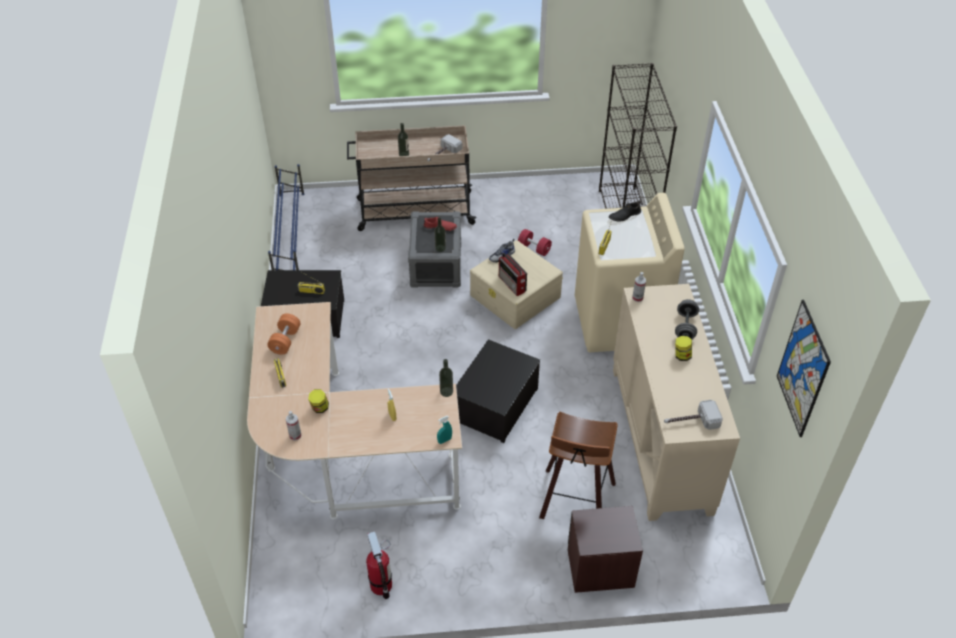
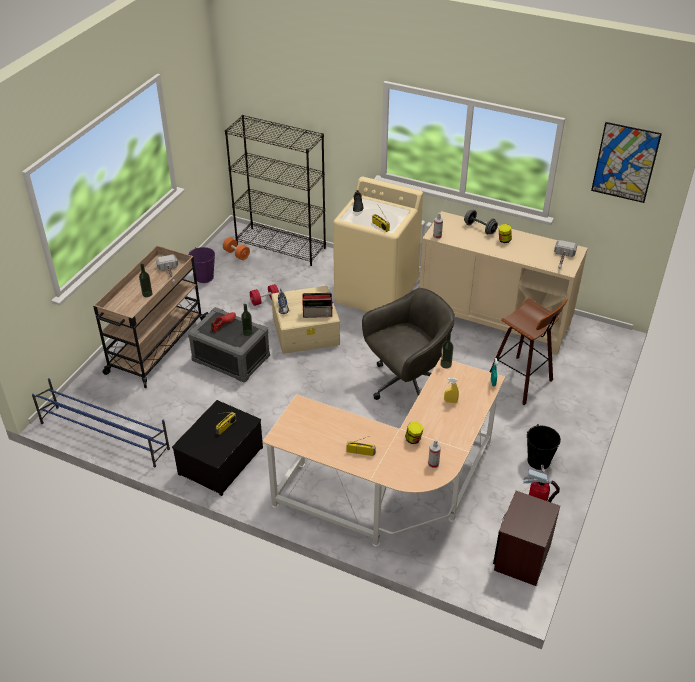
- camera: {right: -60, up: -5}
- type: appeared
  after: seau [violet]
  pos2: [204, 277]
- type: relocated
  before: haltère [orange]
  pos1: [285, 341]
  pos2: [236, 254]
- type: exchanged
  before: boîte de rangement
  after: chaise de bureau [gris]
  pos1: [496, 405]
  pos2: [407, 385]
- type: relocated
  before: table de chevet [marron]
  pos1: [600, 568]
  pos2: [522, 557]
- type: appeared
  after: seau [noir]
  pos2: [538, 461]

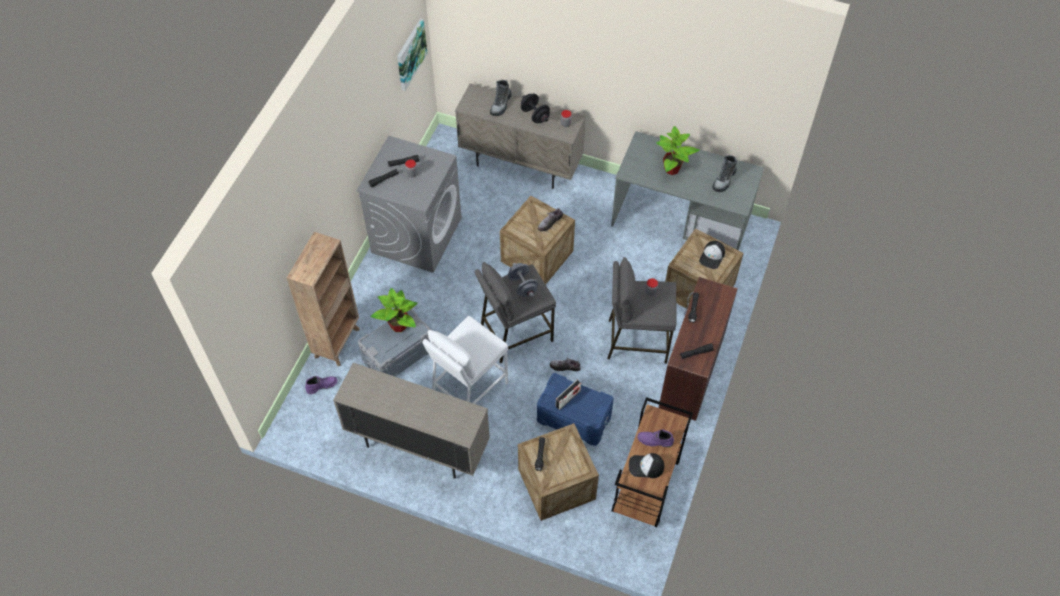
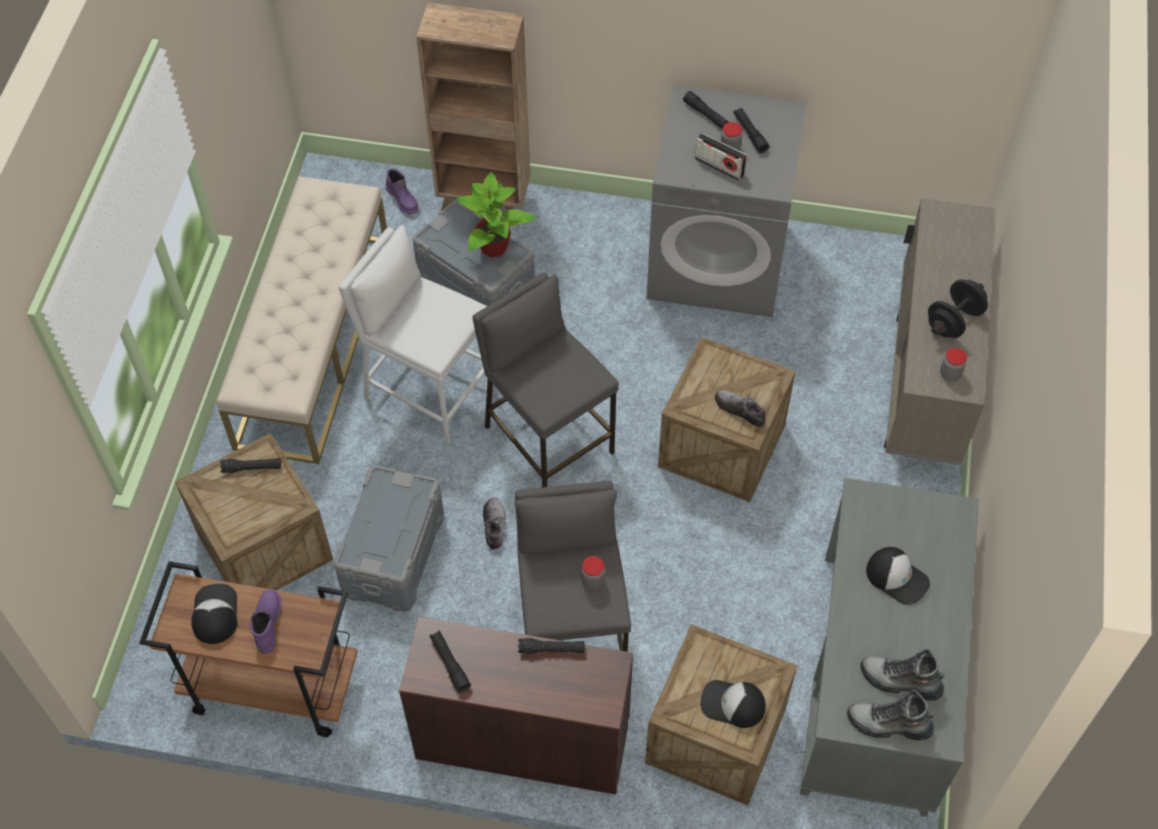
- camera: {right: 80, up: 0}
- type: exchanged
  before: meuble de rangement [beige]
  after: banc [beige]
  pos1: [418, 446]
  pos2: [314, 341]
- type: colour
  before: boîte de rangement [bleu]
  after: boîte de rangement [gris]
  pos1: [573, 418]
  pos2: [392, 554]
- type: relocated
  before: radio
  pos1: [568, 398]
  pos2: [719, 166]
- type: relocated
  before: botte
  pos1: [501, 104]
  pos2: [888, 724]
- type: exchanged
  before: plante en pot
  after: casquette
  pos1: [672, 169]
  pos2: [897, 577]
- type: missing
  before: tableau
  pos1: [410, 54]
- type: missing
  before: haltère [gris]
  pos1: [523, 286]

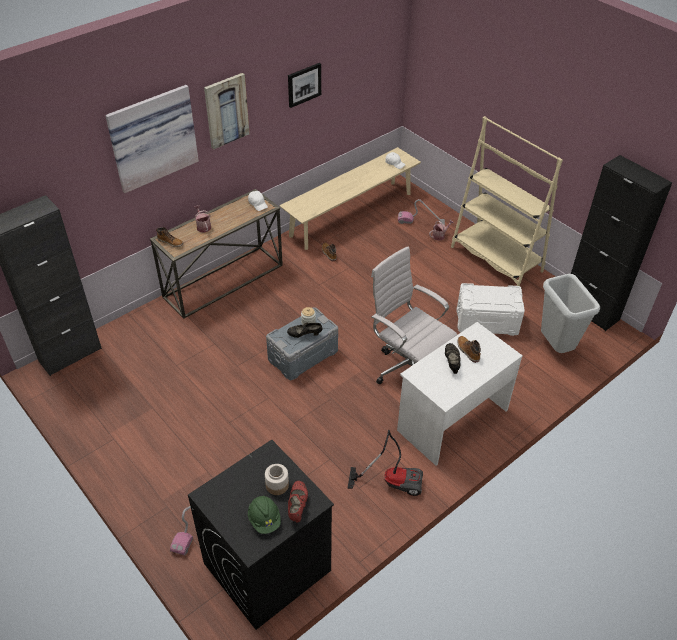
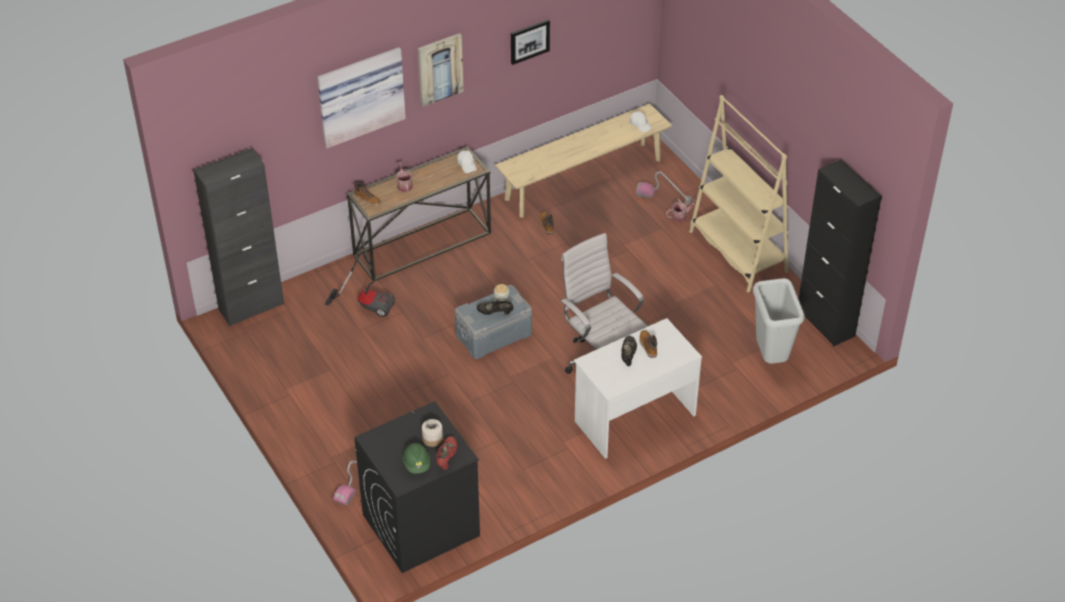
- camera: {right: 10, up: 0}
- type: relocated
  before: aspirateur
  pos1: [392, 481]
  pos2: [367, 303]
- type: missing
  before: boîte de rangement [blanc]
  pos1: [487, 322]

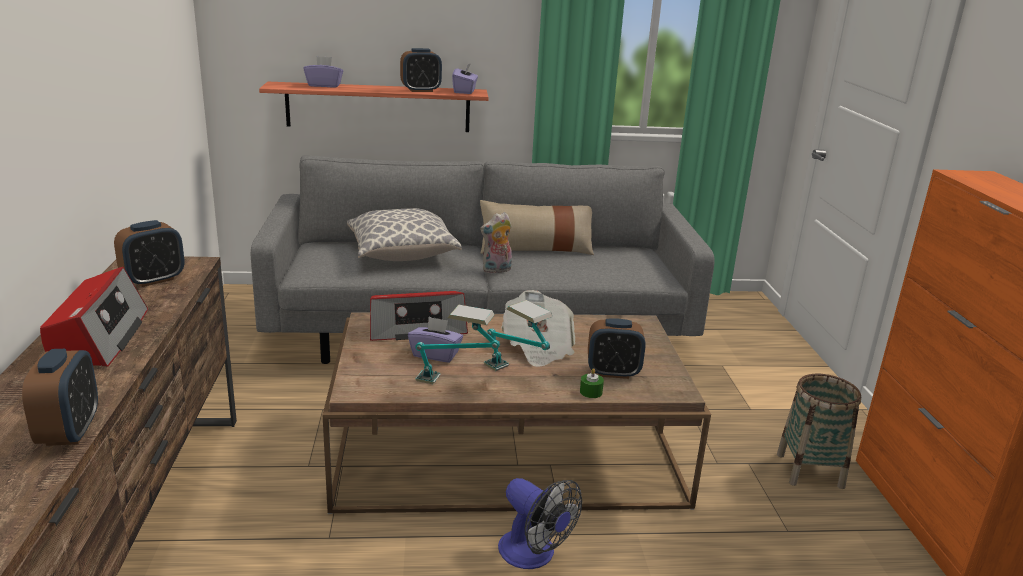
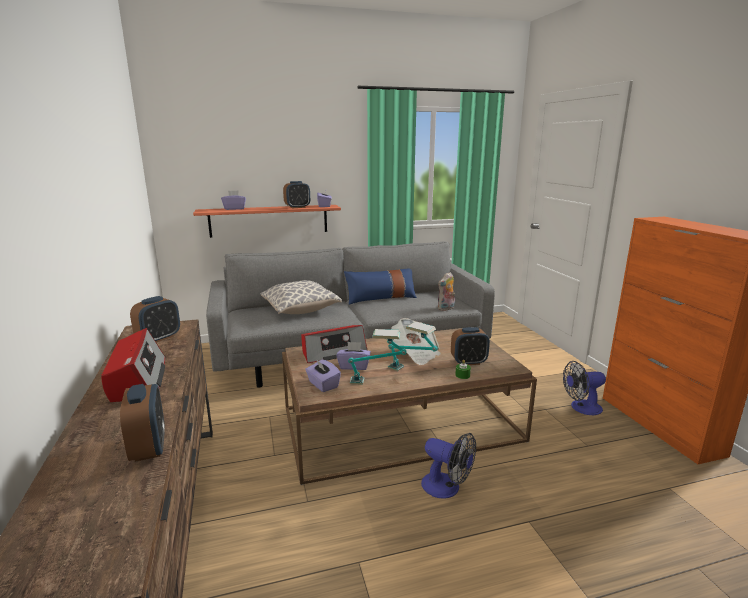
- camera: {right: -10, up: -5}
- type: appeared
  after: boîte à mouchoirs [violet]
  pos2: [323, 385]
- type: colour
  before: coussin [beige]
  after: coussin [bleu]
  pos1: [536, 250]
  pos2: [381, 298]
- type: relocated
  before: peluche
  pos1: [496, 270]
  pos2: [446, 309]
- type: exchanged
  before: panier
  after: ventilateur
  pos1: [810, 470]
  pos2: [581, 408]

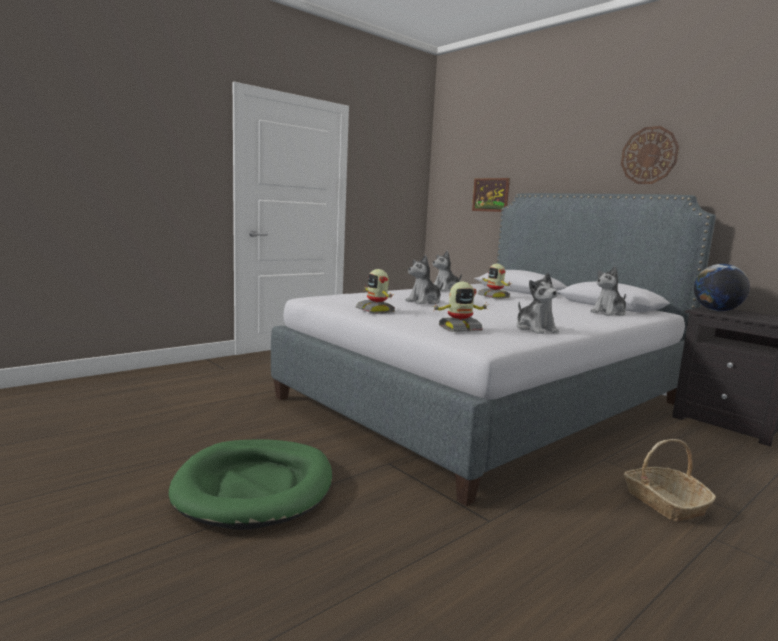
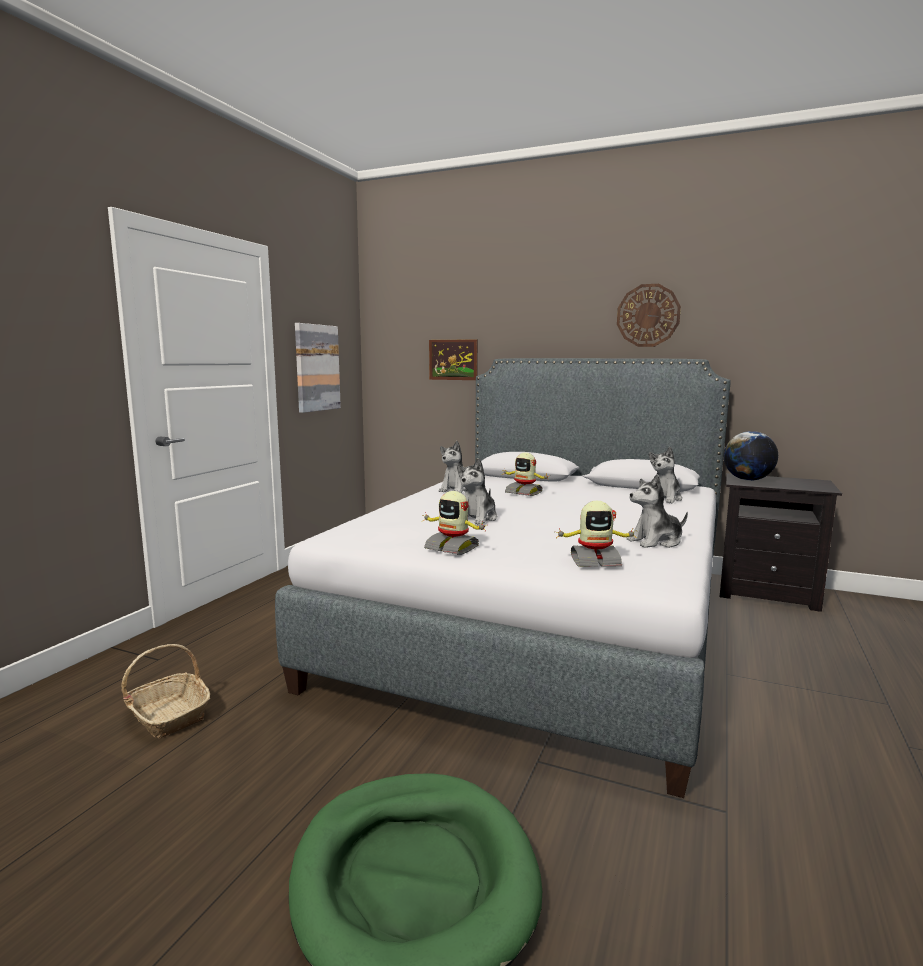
- camera: {right: -25, up: 0}
- type: relocated
  before: panier
  pos1: [664, 502]
  pos2: [168, 715]
- type: appeared
  after: tableau
  pos2: [316, 368]
- type: spun
  before: robot jouet
  pos1: [459, 329]
  pos2: [594, 561]
  turn: 45
- type: spun
  before: peluche
  pos1: [535, 329]
  pos2: [656, 541]
  turn: 120

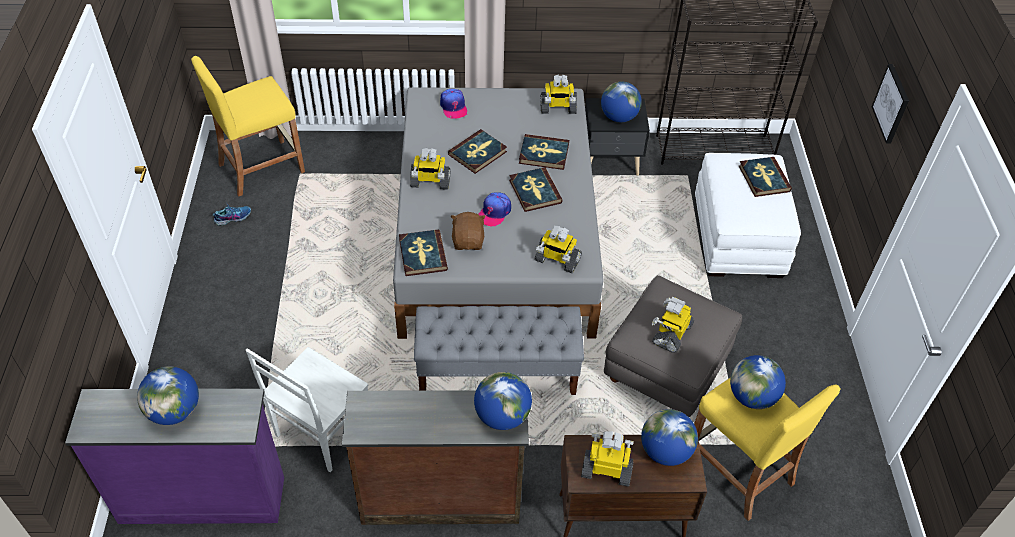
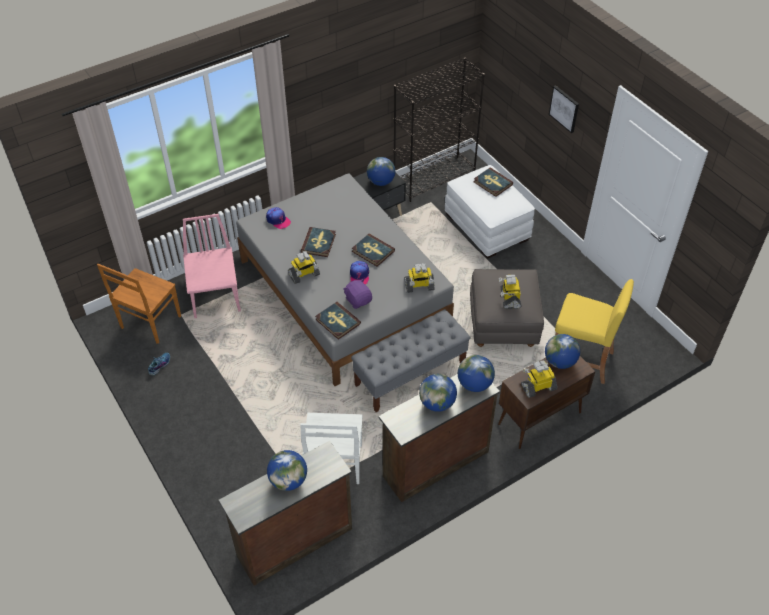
- camera: {right: -30, up: 0}
- type: exchanged
  before: tabouret [jaune]
  after: chaise [marron]
  pos1: [261, 167]
  pos2: [150, 323]
- type: appeared
  after: chaise [rose]
  pos2: [216, 297]
- type: colour
  before: commode [violet]
  after: commode [marron]
  pos1: [202, 497]
  pos2: [293, 541]
- type: colour
  before: peluche [marron]
  after: peluche [violet]
  pos1: [468, 241]
  pos2: [358, 300]
- type: relocated
  before: globe
  pos1: [752, 396]
  pos2: [437, 403]
- type: missing
  before: livre
  pos1: [544, 154]
- type: missing
  before: robot jouet
  pos1: [557, 108]

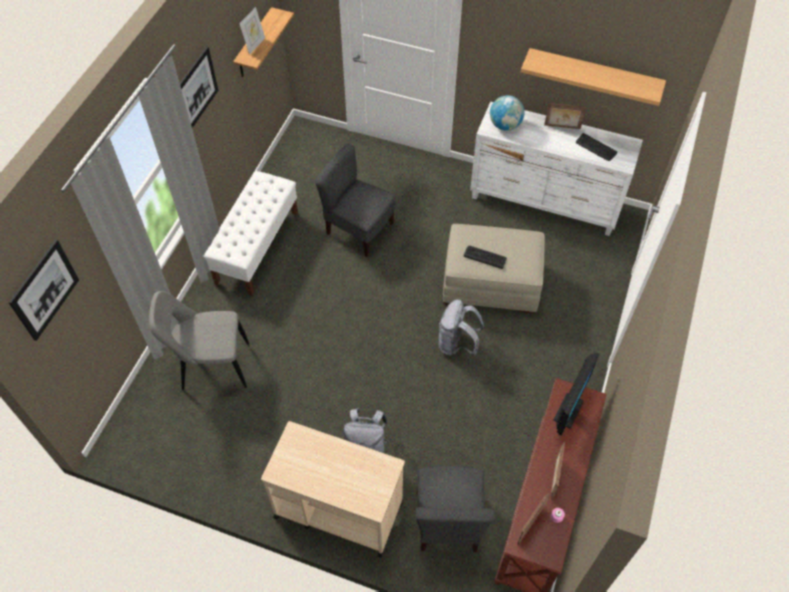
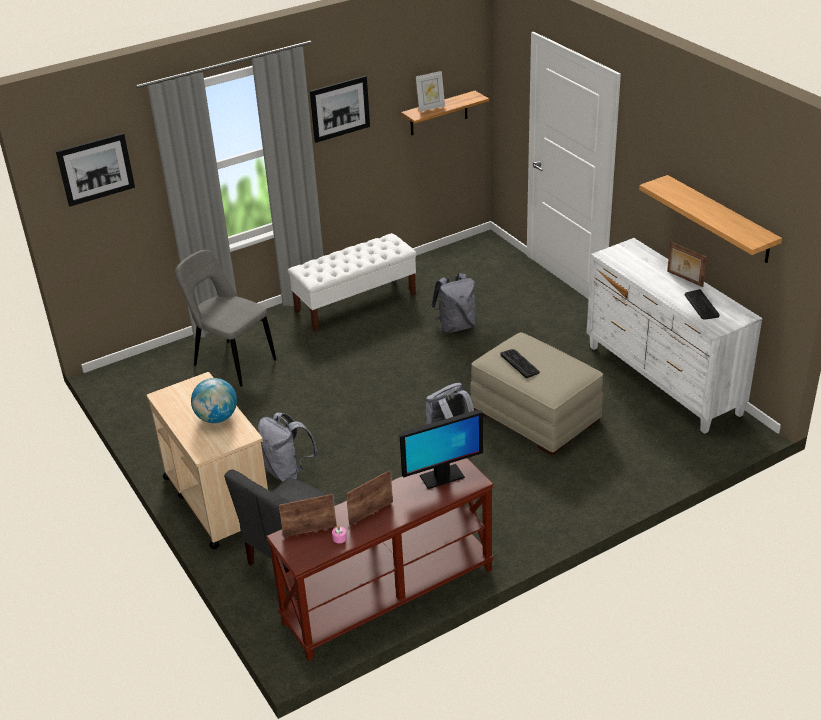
- camera: {right: 40, up: -20}
- type: relocated
  before: globe
  pos1: [505, 125]
  pos2: [217, 418]
- type: exchanged
  before: chaise [gris]
  after: sac à dos [gris]
  pos1: [359, 229]
  pos2: [456, 326]

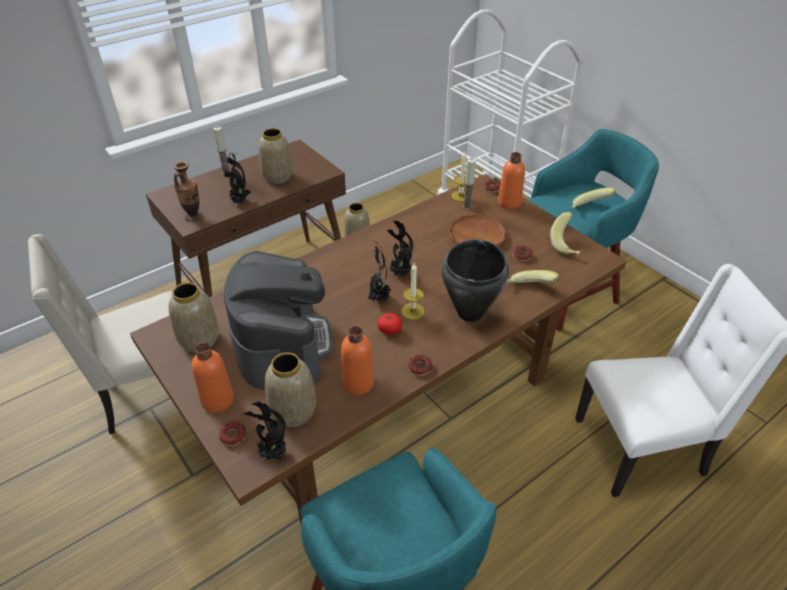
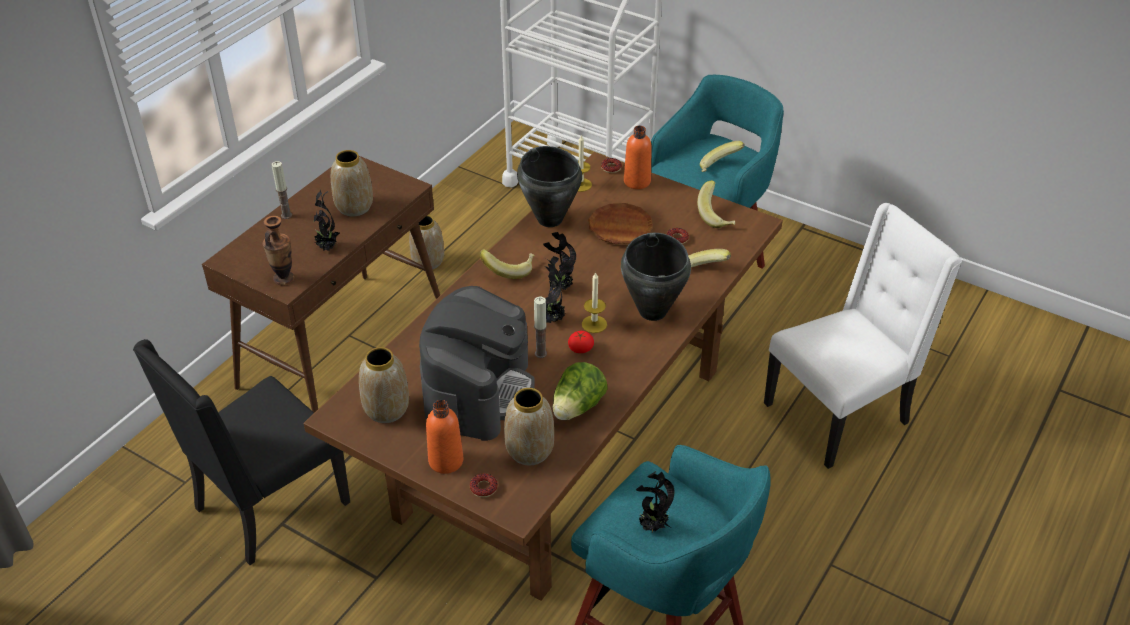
- camera: {right: -20, up: 0}
- type: colour
  before: chaise [beige]
  after: chaise [noir]
  pos1: [149, 392]
  pos2: [268, 507]
- type: spun
  before: machine à café
  pos1: [282, 344]
  pos2: [478, 391]
  turn: 45
- type: appeared
  after: banane
  pos2: [509, 270]
- type: appeared
  after: marmite [noir]
  pos2: [550, 219]
- type: relocated
  before: bougie
  pos1: [467, 206]
  pos2: [540, 353]
- type: exchanged
  before: bouteille [orange]
  after: laitue
  pos1: [358, 383]
  pos2: [577, 407]
- type: relocated
  before: plante en pot
  pos1: [271, 454]
  pos2: [652, 527]
- type: missing
  before: beignet
  pos1: [420, 367]

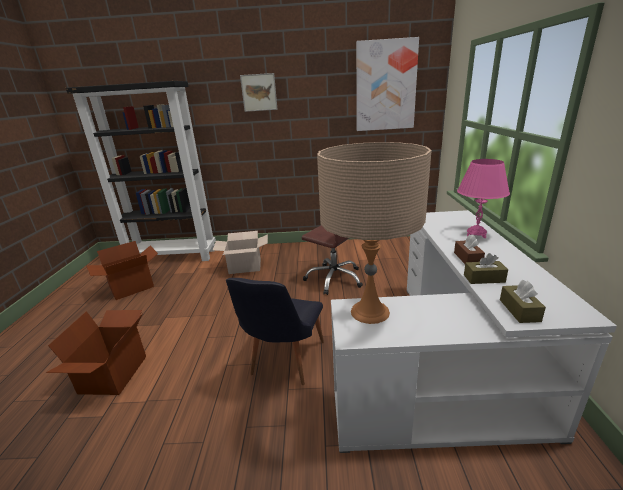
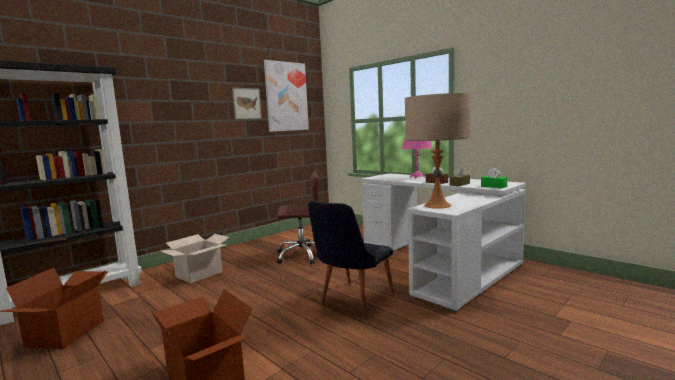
- camera: {right: -45, up: -15}
- type: relocated
  before: tableau
  pos1: [259, 92]
  pos2: [247, 103]
- type: spun
  before: chaise [noir]
  pos1: [283, 363]
  pos2: [352, 301]
  turn: 60
- type: colour
  before: boîte à mouchoirs [marron]
  after: boîte à mouchoirs [vert]
  pos1: [519, 310]
  pos2: [493, 186]

